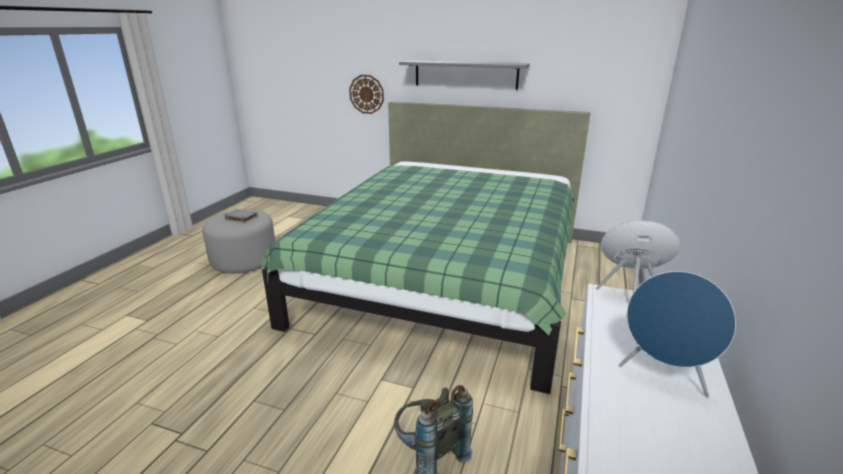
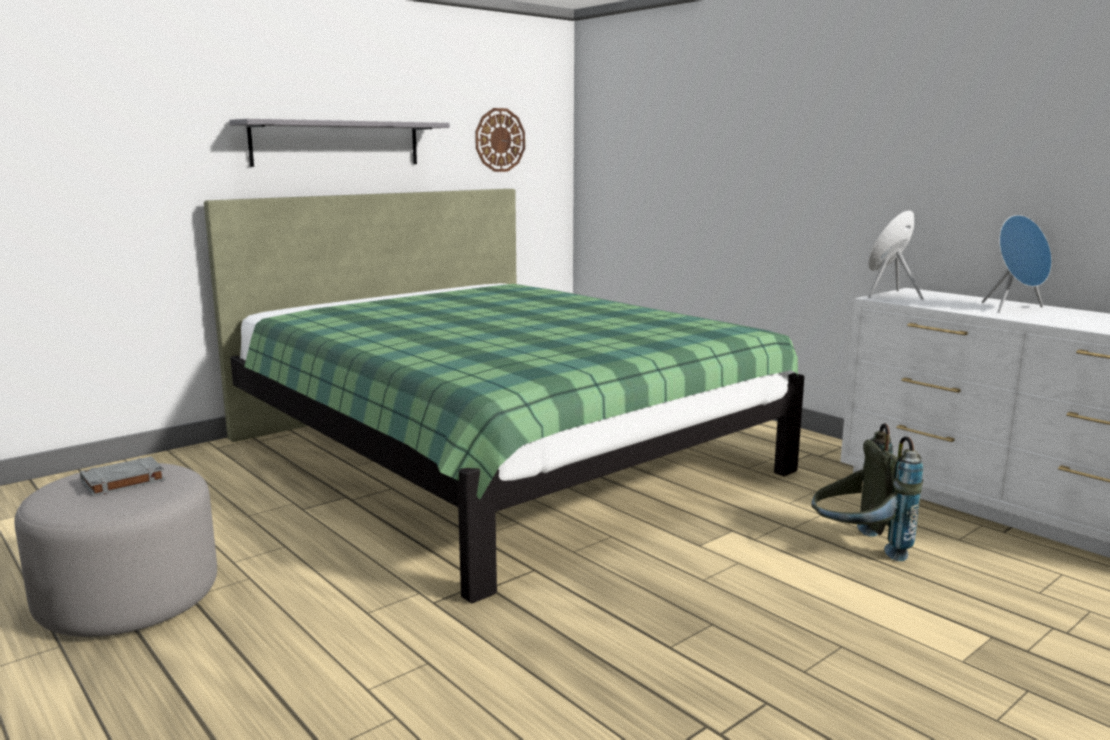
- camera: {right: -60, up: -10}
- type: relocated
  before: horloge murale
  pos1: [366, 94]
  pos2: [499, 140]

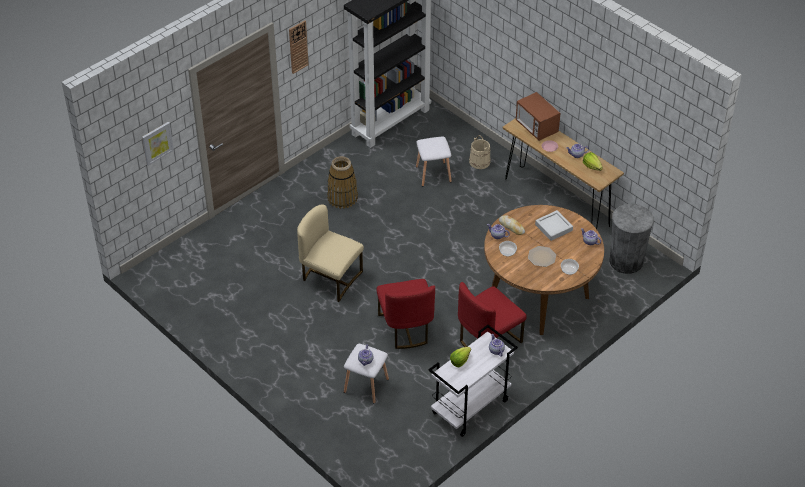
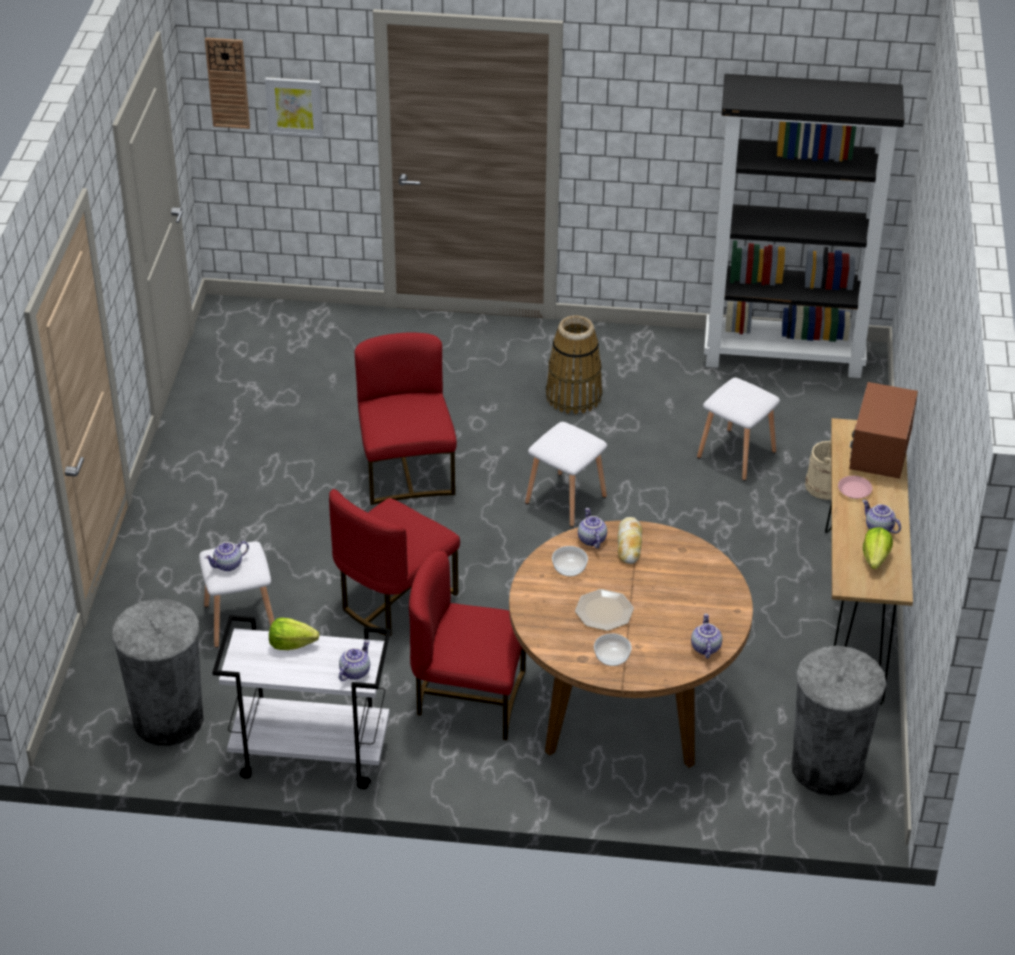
- camera: {right: 50, up: -5}
- type: appeared
  after: poubelle [gris]
  pos2: [168, 719]
- type: relocated
  before: horloge murale
  pos1: [298, 47]
  pos2: [228, 83]
- type: colour
  before: chaise [beige]
  after: chaise [rouge]
  pos1: [331, 278]
  pos2: [407, 472]
- type: appeared
  after: tabouret [blanc]
  pos2: [567, 499]
- type: missing
  before: plateau [gris]
  pos1: [553, 227]

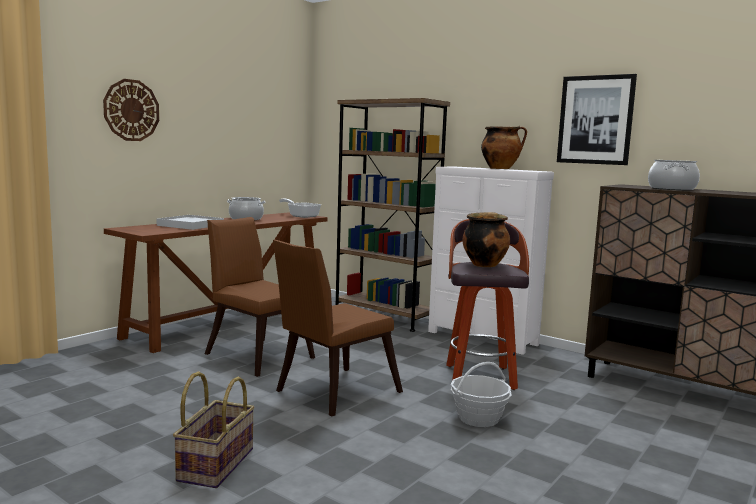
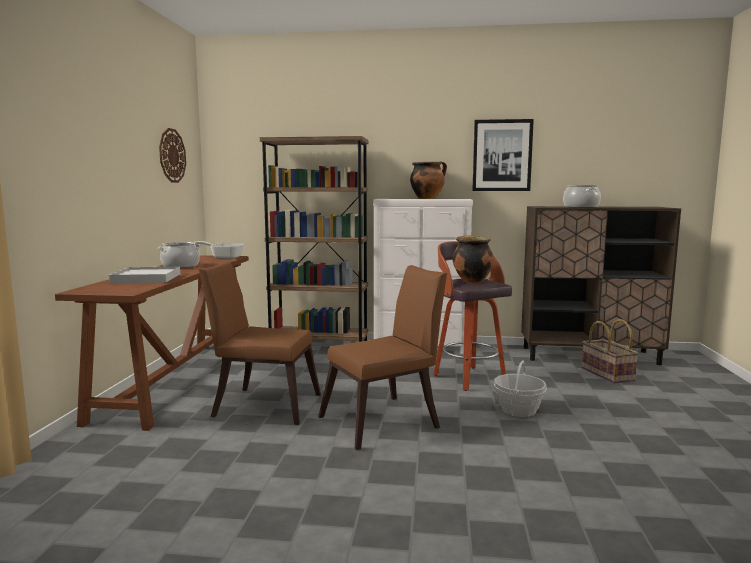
- camera: {right: -30, up: 0}
- type: relocated
  before: horloge murale
  pos1: [131, 110]
  pos2: [172, 155]
- type: spun
  before: chaise [marron]
  pos1: [332, 393]
  pos2: [386, 421]
  turn: -135
- type: relocated
  before: panier
  pos1: [215, 464]
  pos2: [606, 374]

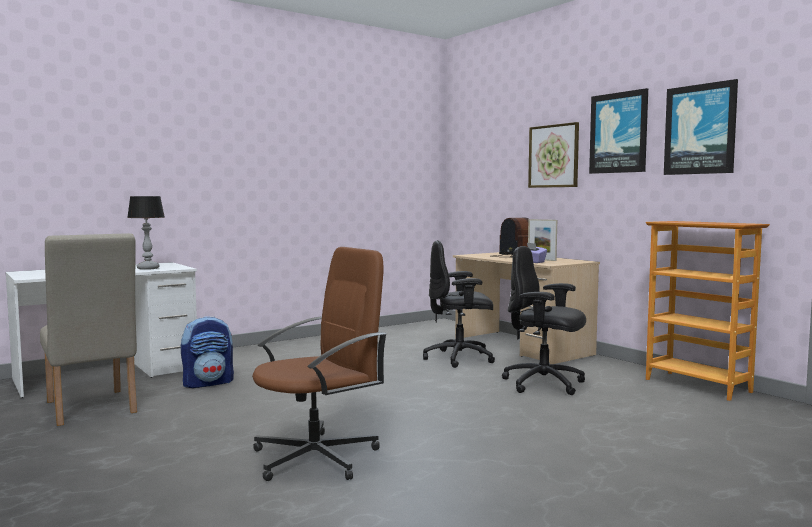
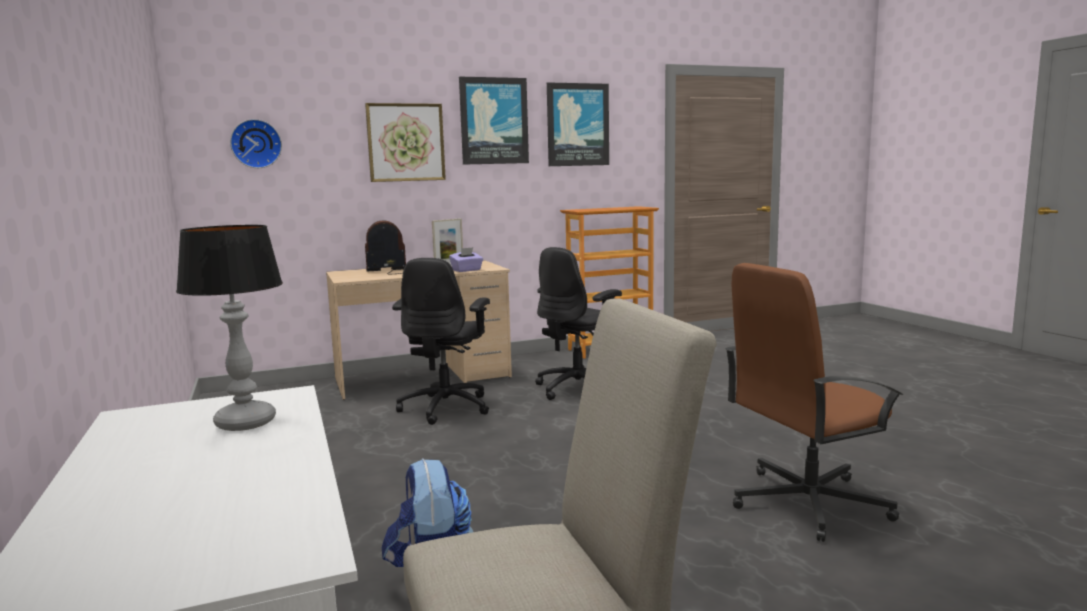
- camera: {right: -75, up: 5}
- type: appeared
  after: horloge murale
  pos2: [256, 144]
- type: spun
  before: chaise de bureau [marron]
  pos1: [317, 457]
  pos2: [806, 503]
  turn: -90

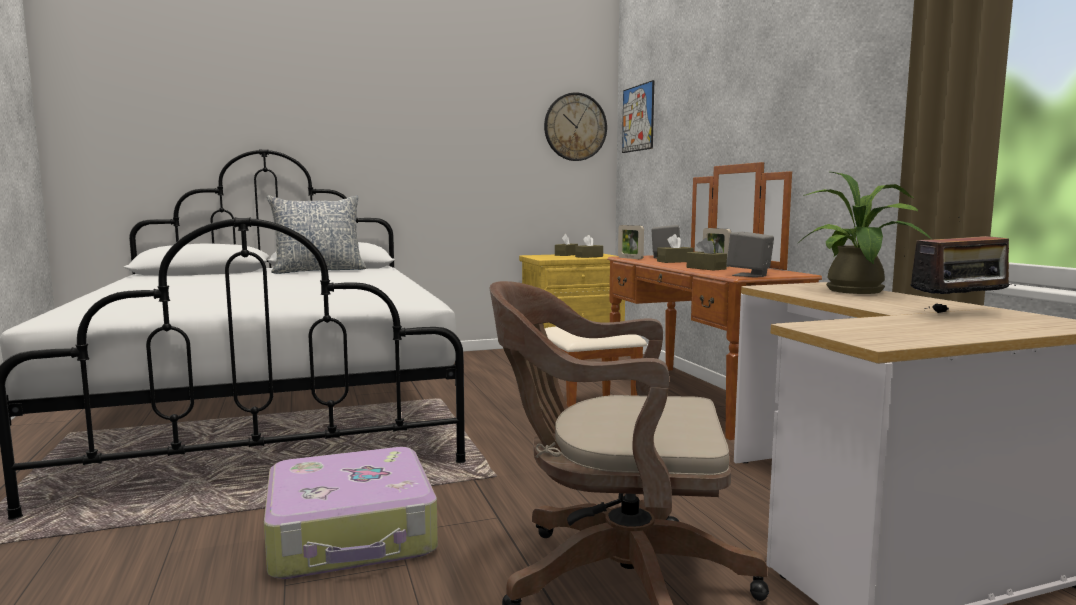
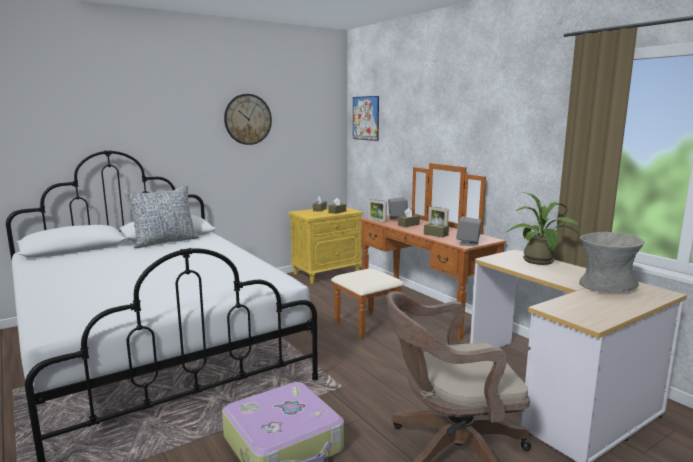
- camera: {right: -15, up: 5}
- type: relocated
  before: horloge murale
  pos1: [575, 127]
  pos2: [248, 119]
- type: exchanged
  before: radio
  after: vase [gris]
  pos1: [959, 313]
  pos2: [605, 286]

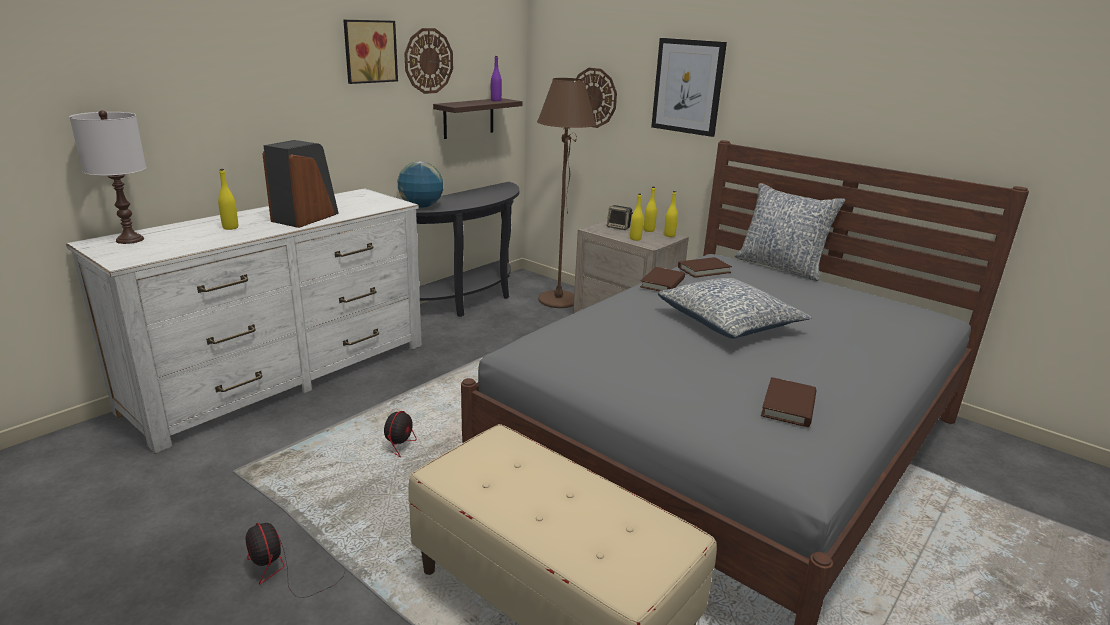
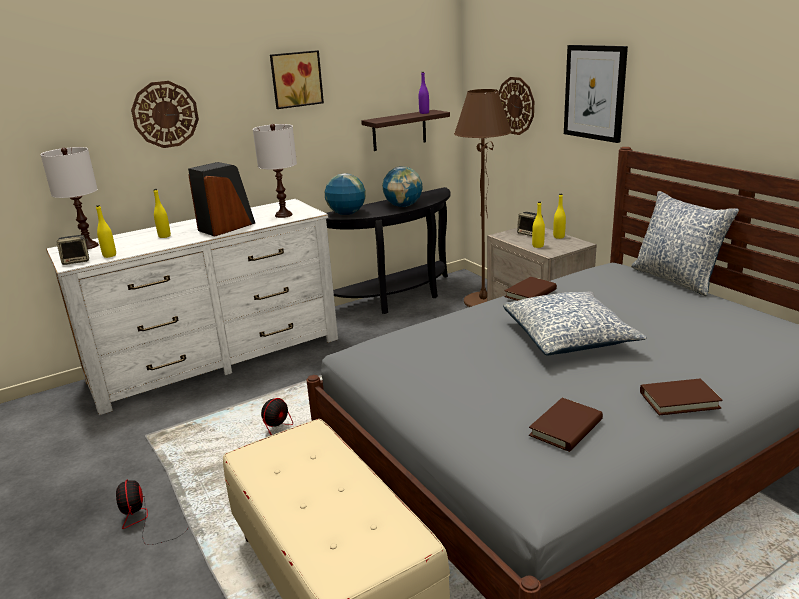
- camera: {right: 20, up: 0}
- type: appeared
  after: enceinte
  pos2: [77, 261]
- type: relocated
  before: bouteille [jaune]
  pos1: [669, 235]
  pos2: [109, 255]
- type: relocated
  before: horloge murale
  pos1: [428, 61]
  pos2: [165, 114]
- type: appeared
  after: lampe de table [blanc]
  pos2: [283, 215]
- type: appeared
  after: globe
  pos2: [403, 206]
- type: relocated
  before: livre [marron]
  pos1: [704, 270]
  pos2: [679, 400]

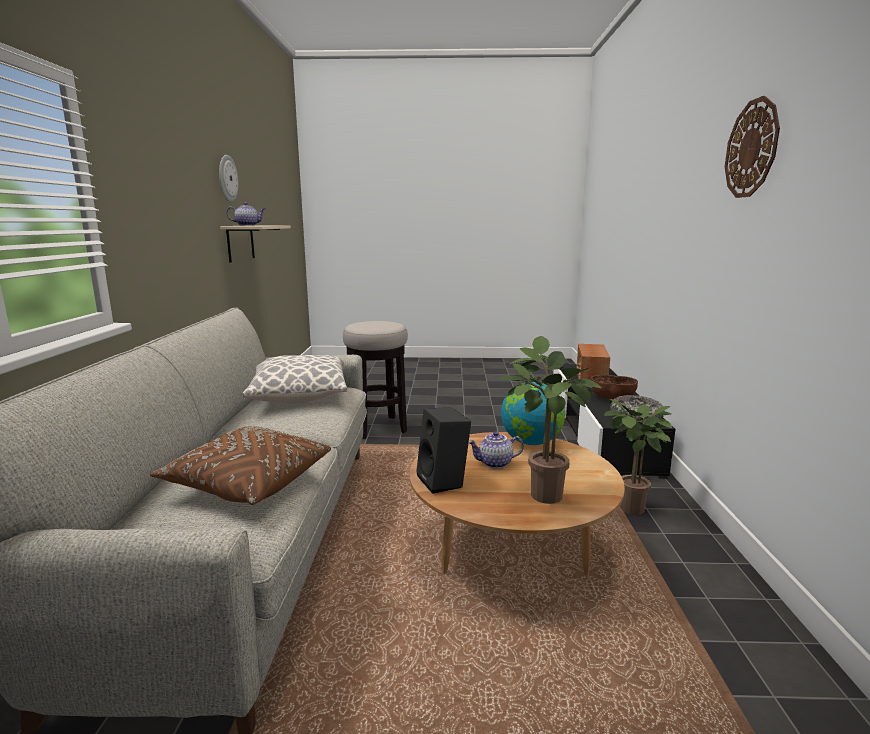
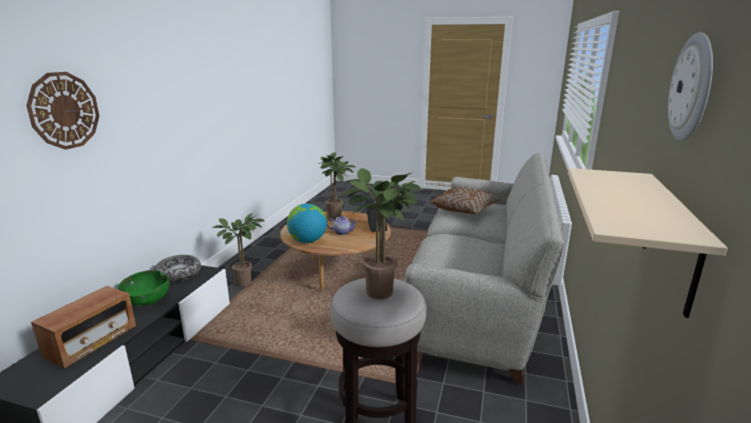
- camera: {right: -165, up: 5}
- type: relocated
  before: horloge murale
  pos1: [752, 149]
  pos2: [64, 110]
- type: colour
  before: bol [marron]
  after: bol [vert]
  pos1: [612, 398]
  pos2: [147, 300]
- type: appeared
  after: plante en pot
  pos2: [384, 292]
- type: missing
  before: théière
  pos1: [247, 225]
- type: missing
  before: coussin
  pos1: [299, 397]

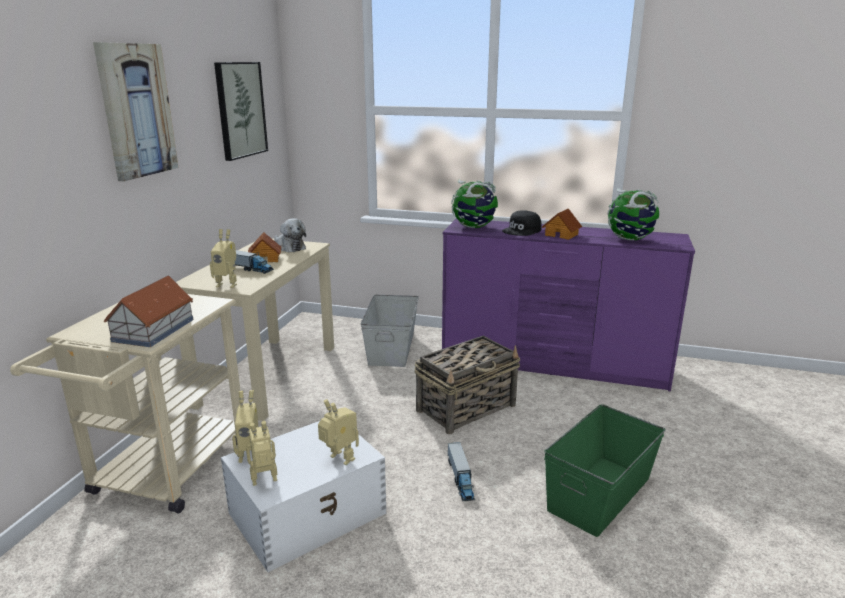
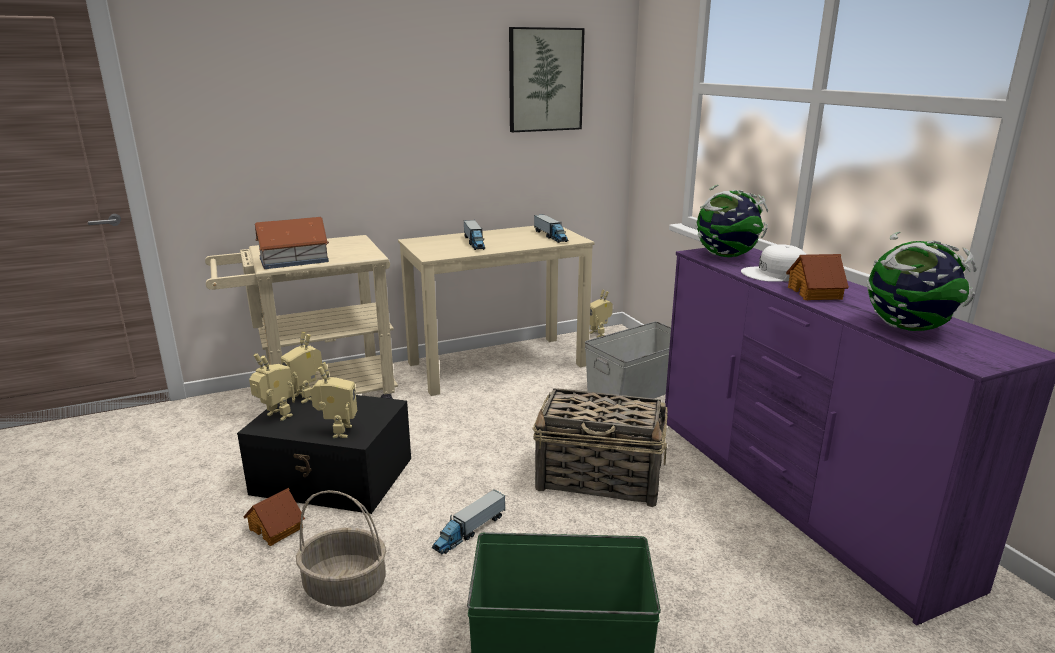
- camera: {right: 50, up: 0}
- type: colour
  before: boîte de rangement [blanc]
  after: boîte de rangement [noir]
  pos1: [309, 513]
  pos2: [334, 476]
- type: relocated
  before: maison miniature
  pos1: [265, 259]
  pos2: [277, 528]
- type: appeared
  after: panier
  pos2: [344, 587]
- type: exchanged
  before: peluche
  after: camion jouet
  pos1: [289, 247]
  pos2: [550, 236]
- type: relocated
  before: robot jouet
  pos1: [228, 284]
  pos2: [599, 333]
- type: colour
  before: casquette [noir]
  after: casquette [blanc]
  pos1: [522, 230]
  pos2: [776, 274]
- type: missing
  before: tableau
  pos1: [136, 111]

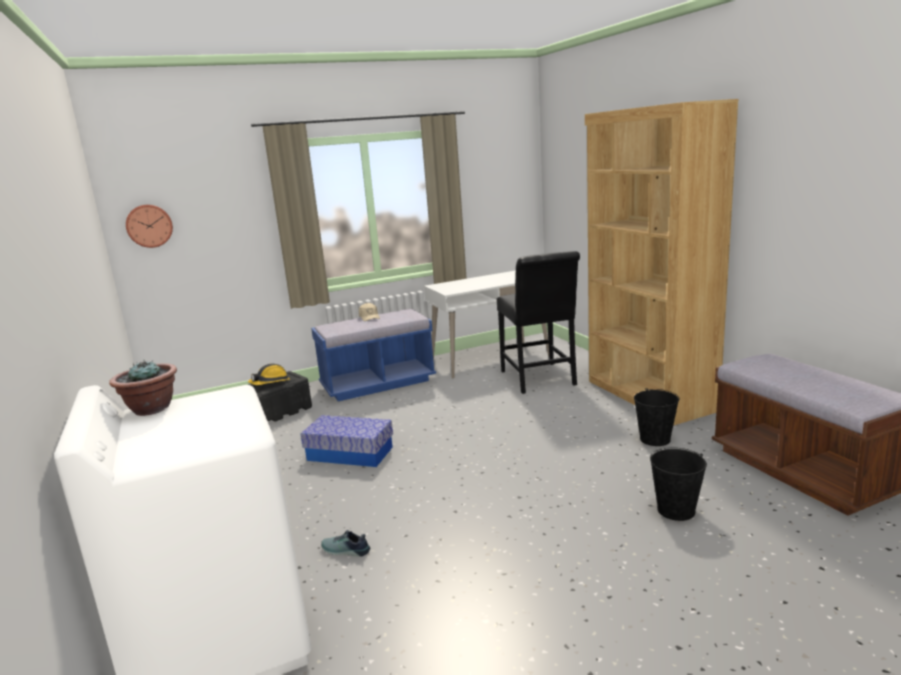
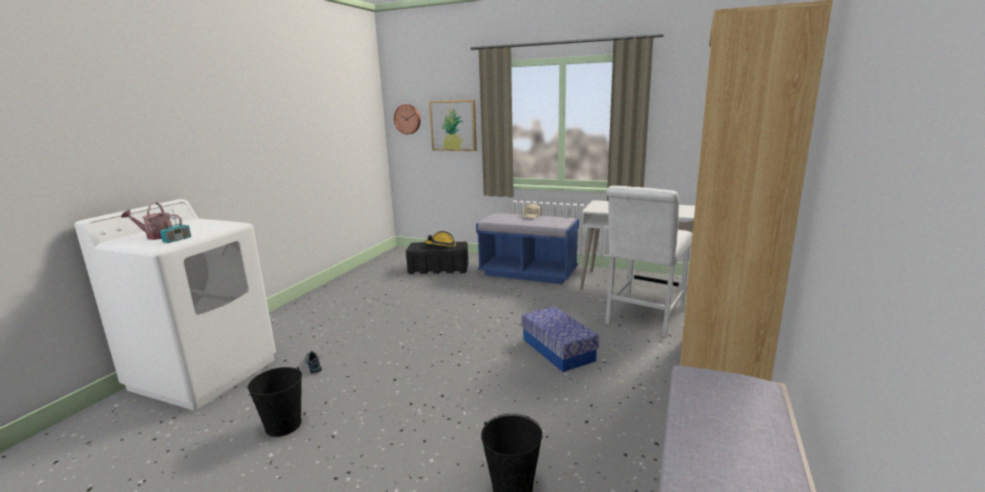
- camera: {right: 45, up: 0}
- type: appeared
  after: arrosoir
  pos2: [156, 236]
- type: appeared
  after: radio
  pos2: [177, 240]
- type: relocated
  before: seau [noir]
  pos1: [654, 439]
  pos2: [283, 425]
- type: appeared
  after: tableau
  pos2: [453, 125]
- type: relocated
  before: boîte de rangement
  pos1: [350, 453]
  pos2: [558, 350]
- type: colour
  before: chaise [noir]
  after: chaise [blanc]
  pos1: [539, 379]
  pos2: [642, 318]
- type: missing
  before: plante en pot
  pos1: [151, 409]

